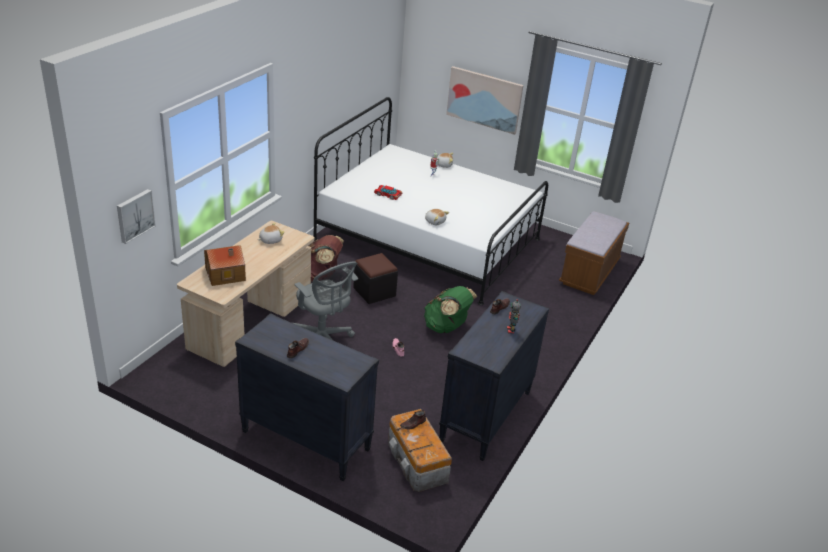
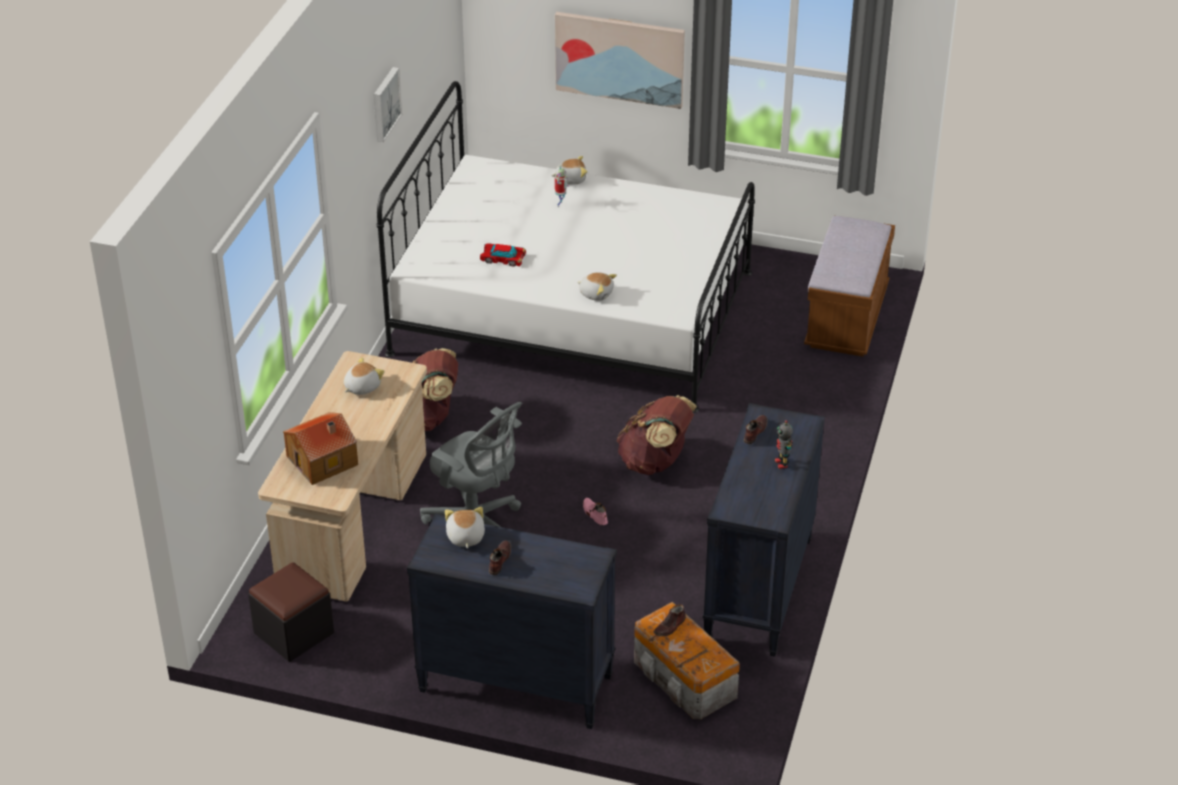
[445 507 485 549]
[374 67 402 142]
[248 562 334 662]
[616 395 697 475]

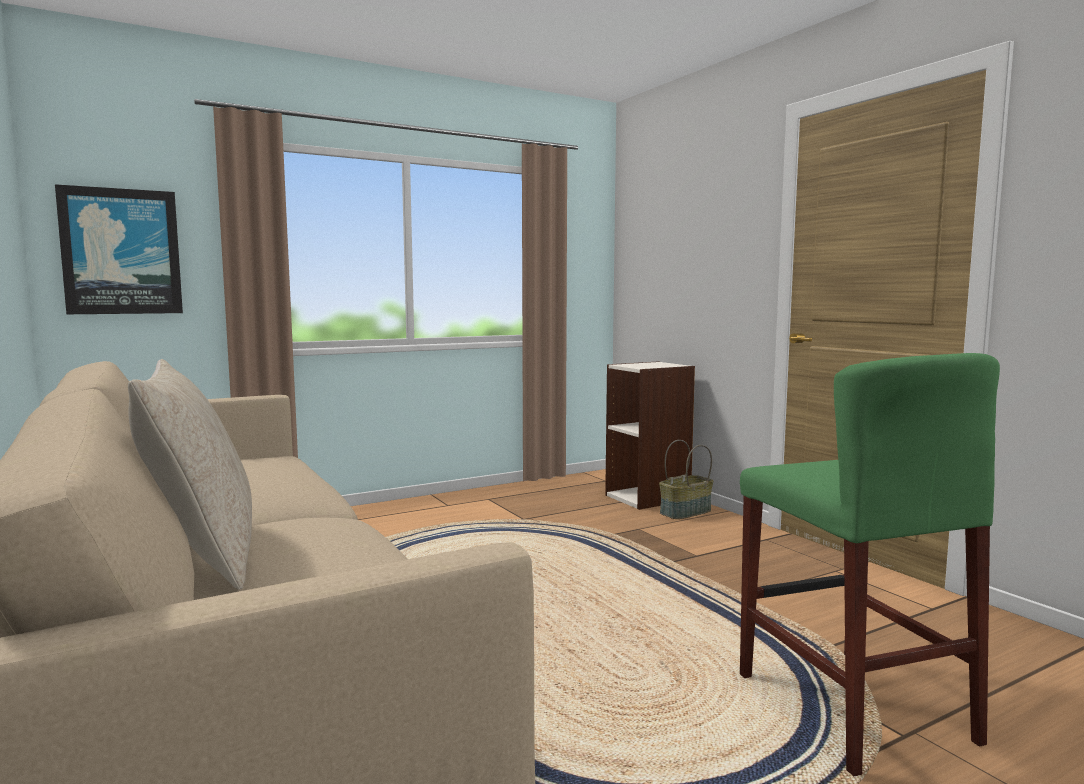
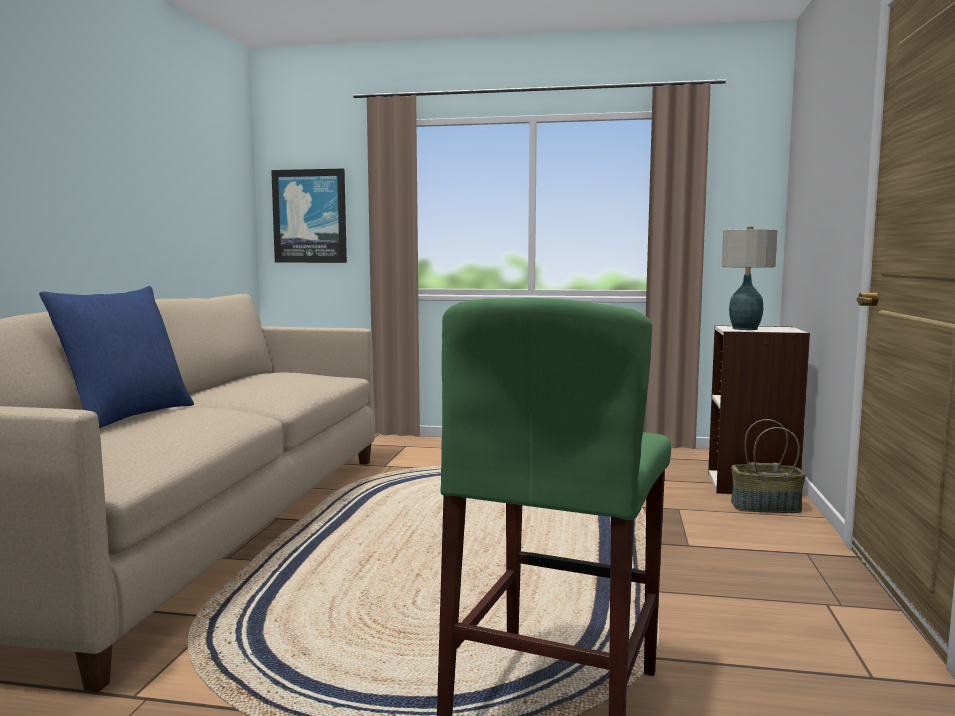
[722 226 777 330]
[39 286 194 429]

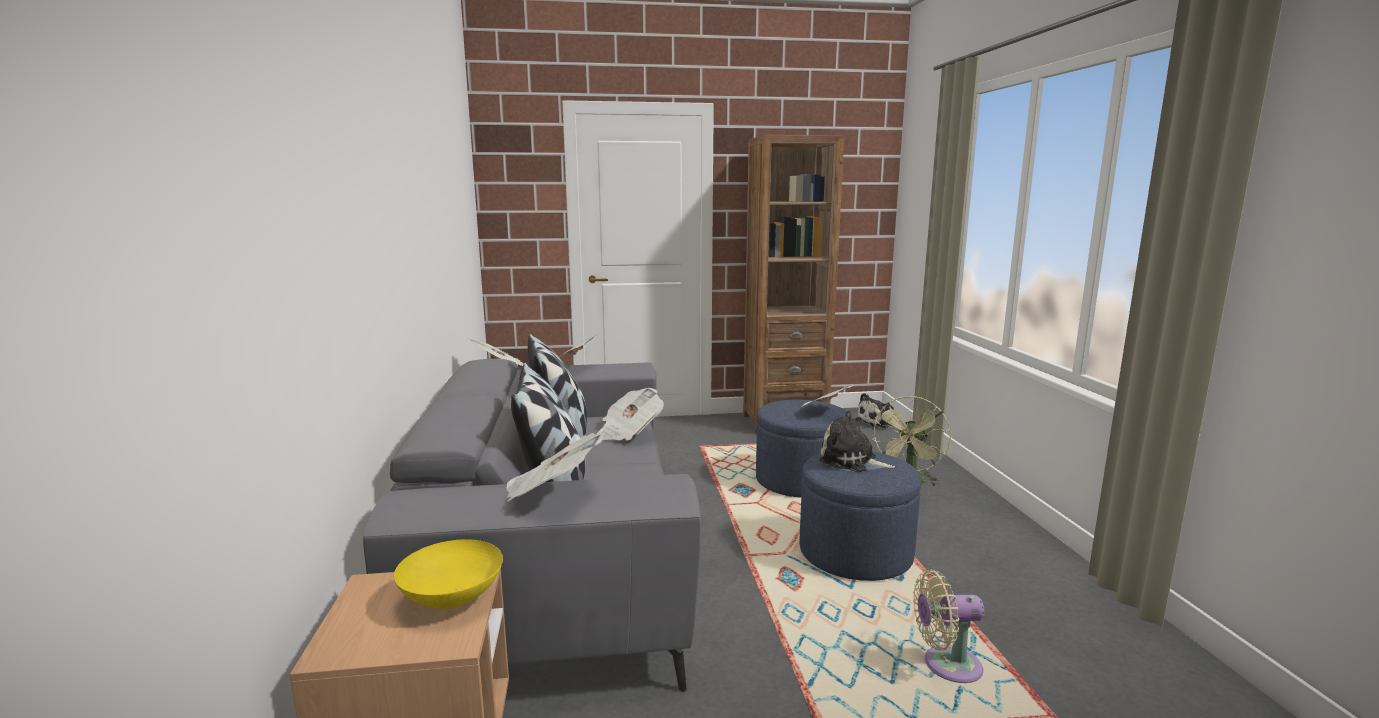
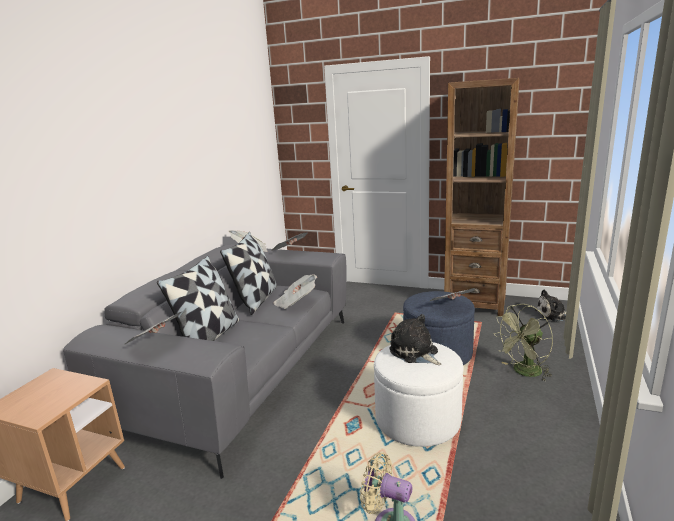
[394 539 503 609] (first image)
[374 342 463 447]

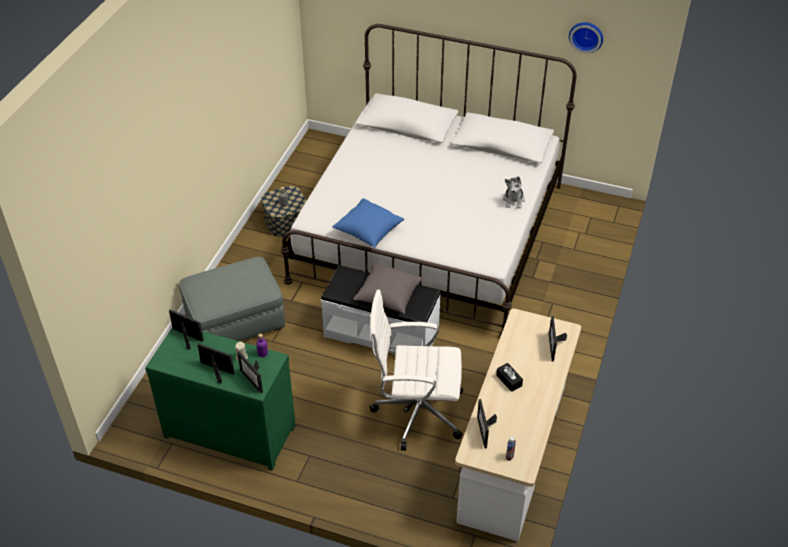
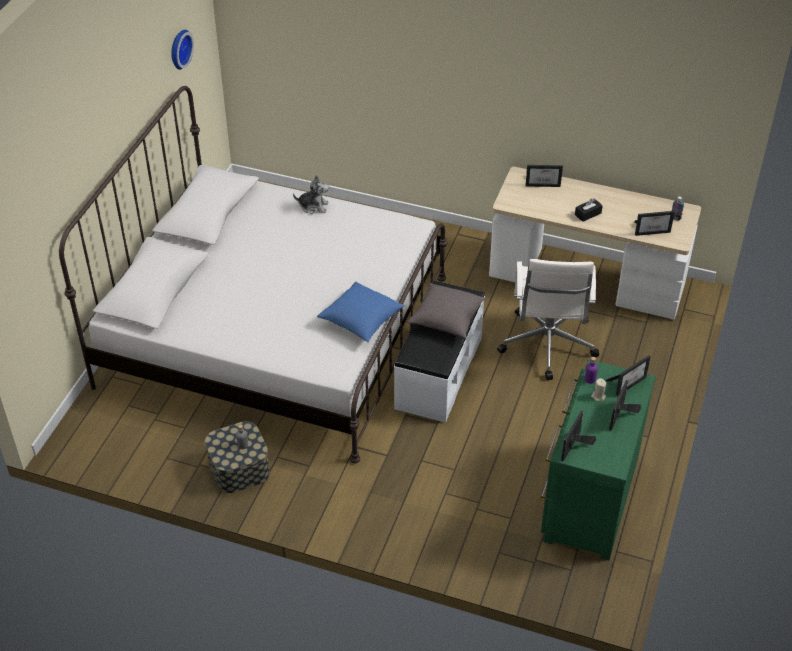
[179 257 285 341] (first image)

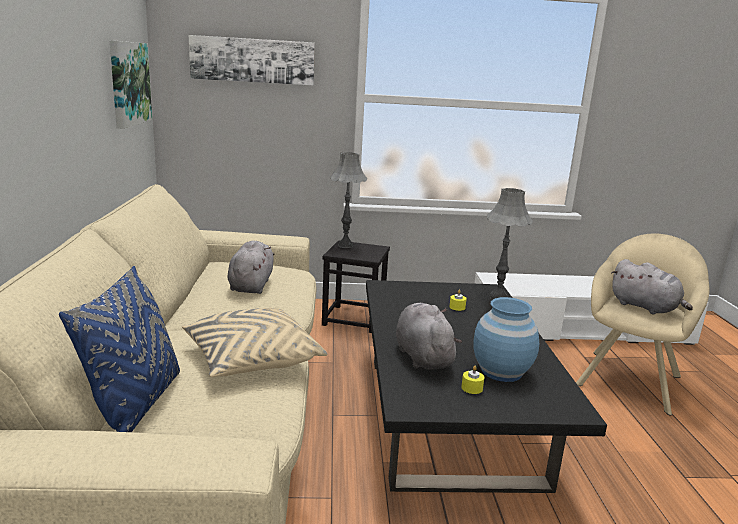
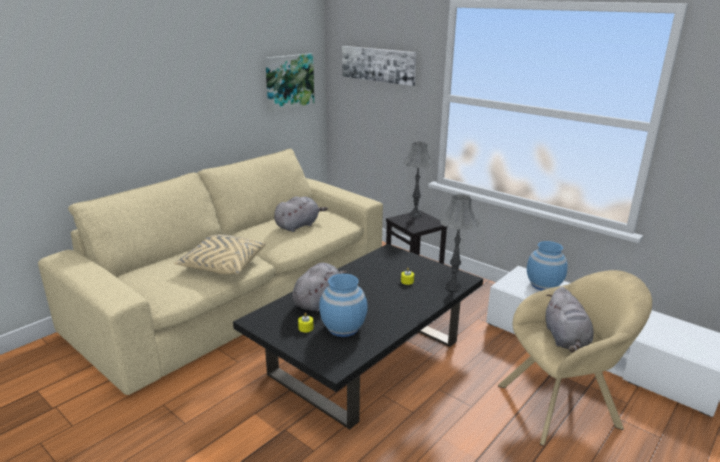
[59 266 180 432] (first image)
[527 241 568 291]

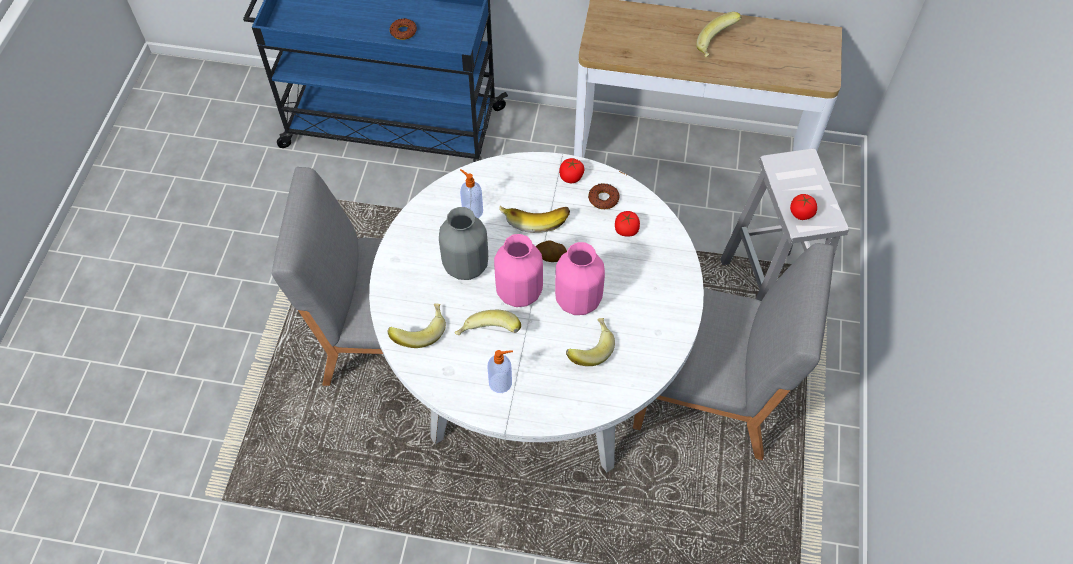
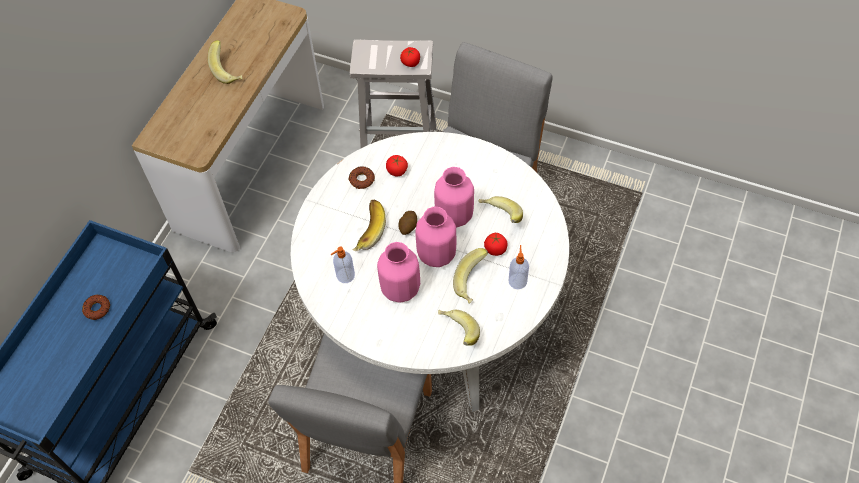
[484 233 508 256]
[377 242 420 303]

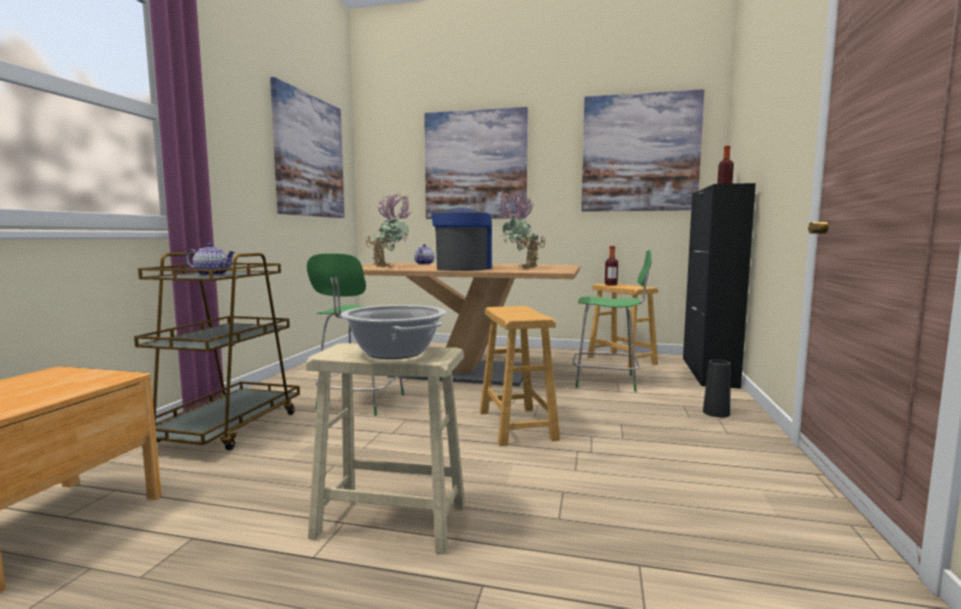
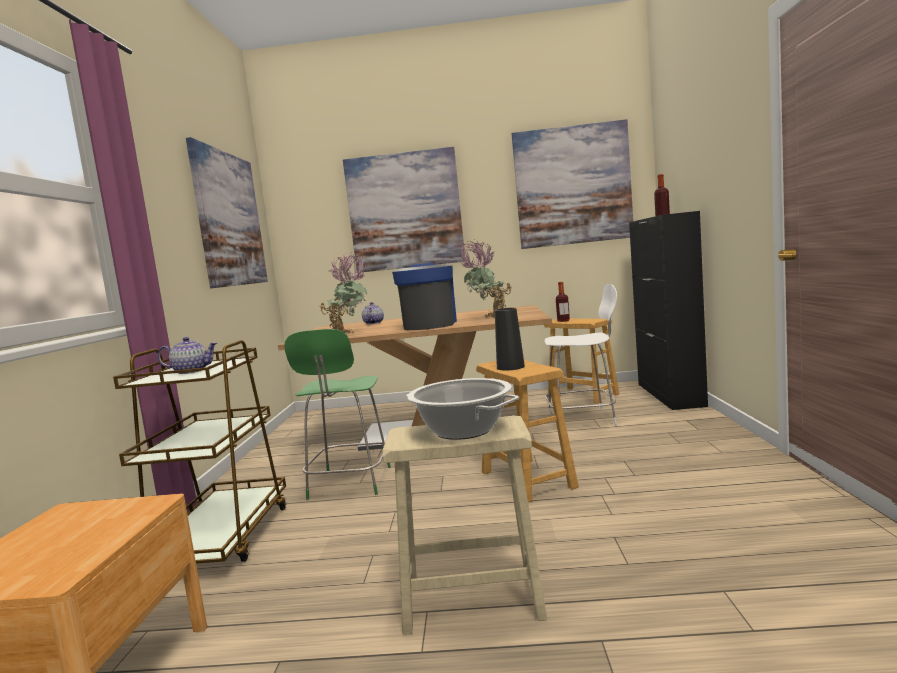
[495 308 525 371]
[545 284 617 431]

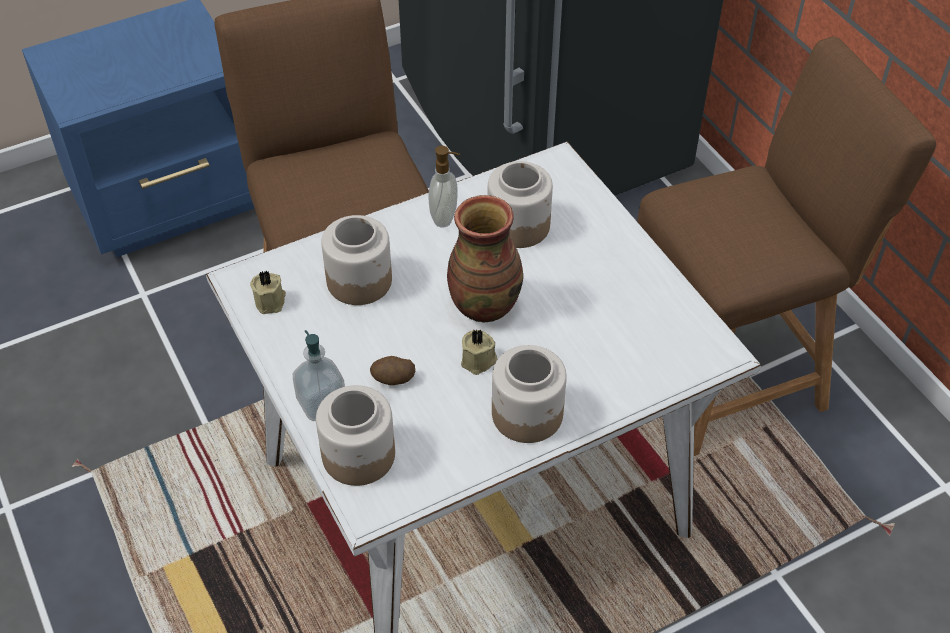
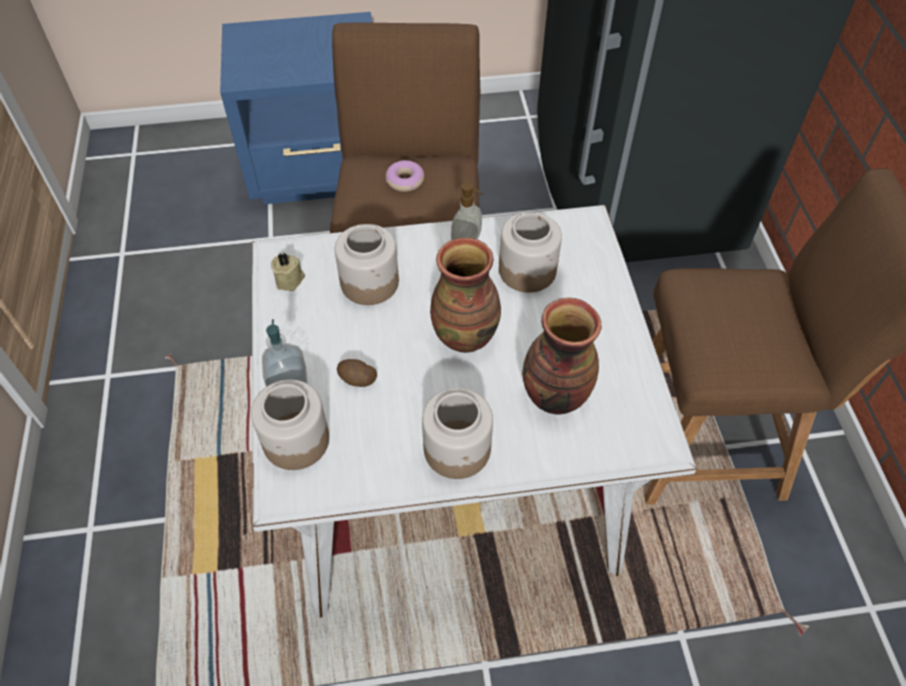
[461 329 497 375] (first image)
[386 160 424 192]
[522 298 602 415]

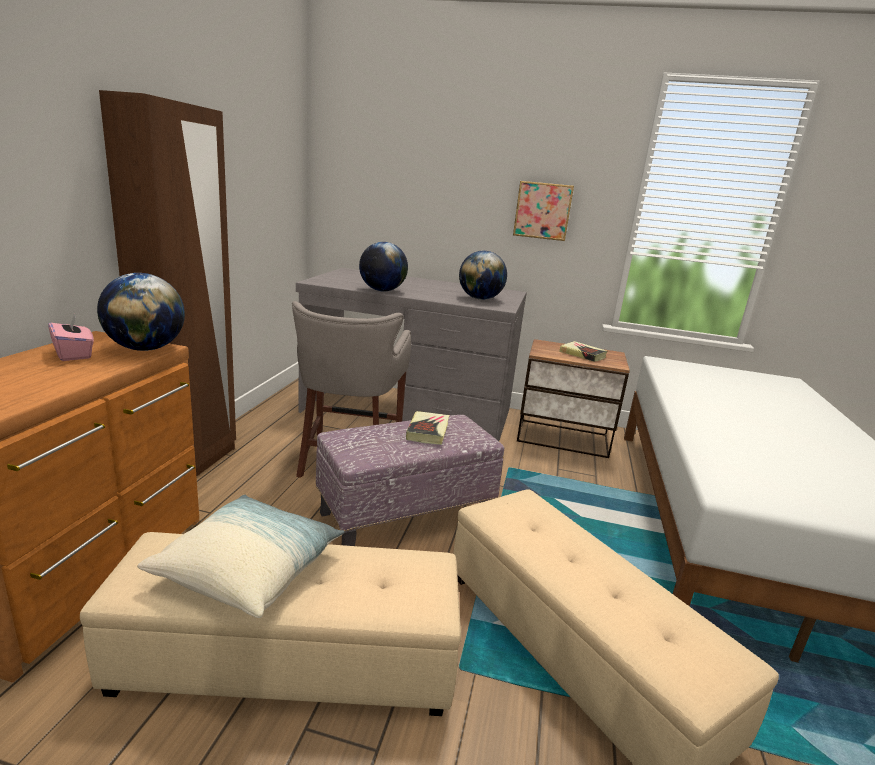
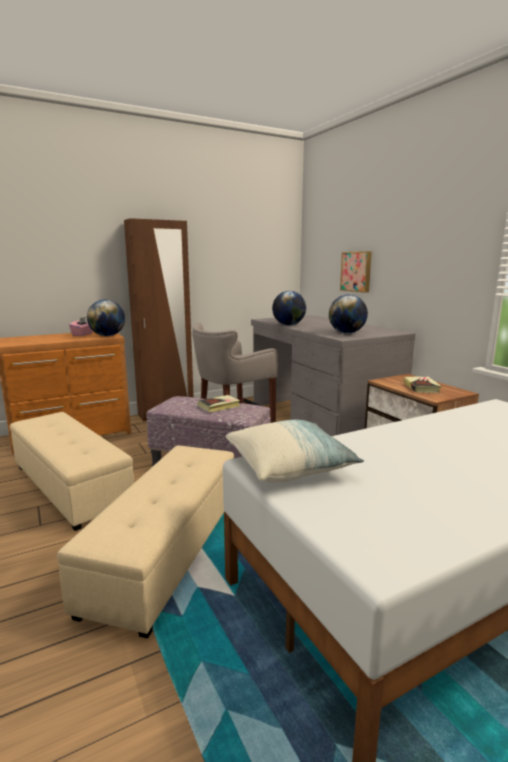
[226 420 364 483]
[340 251 372 293]

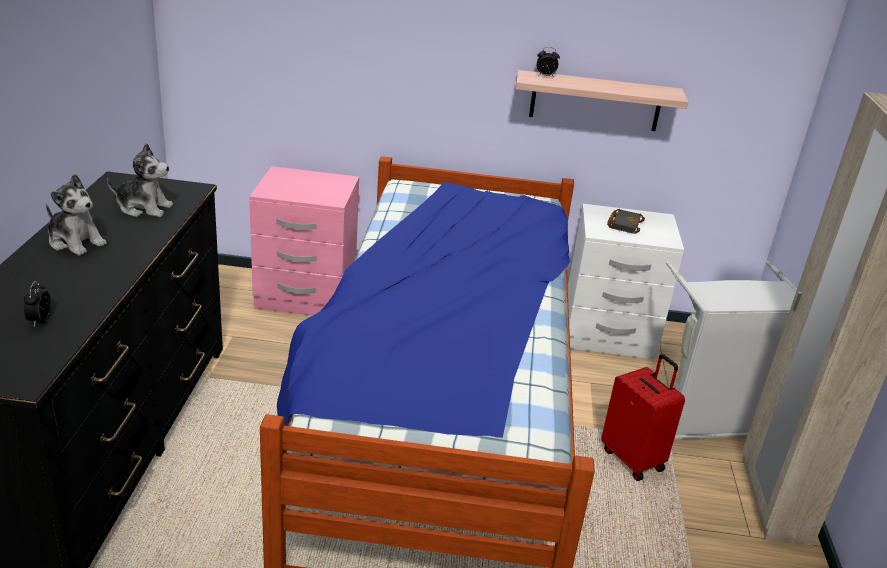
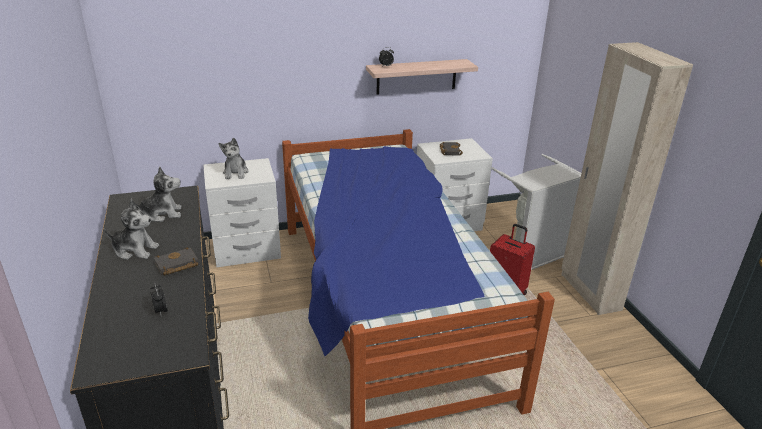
[154 247 199 276]
[219 138 249 179]
[203 158 281 267]

